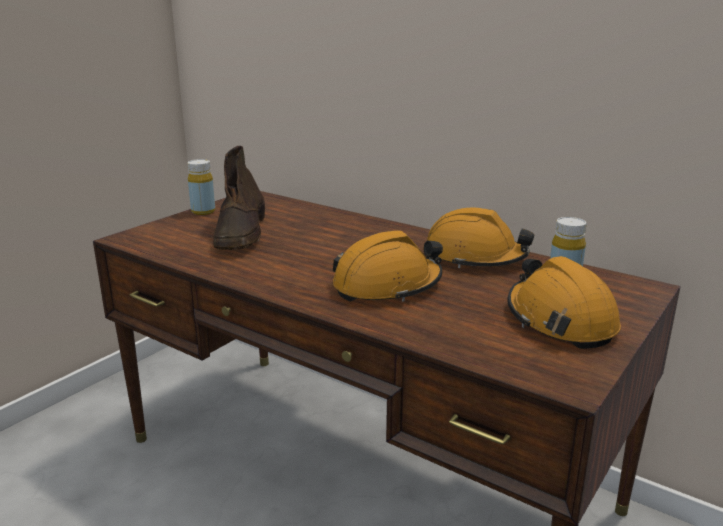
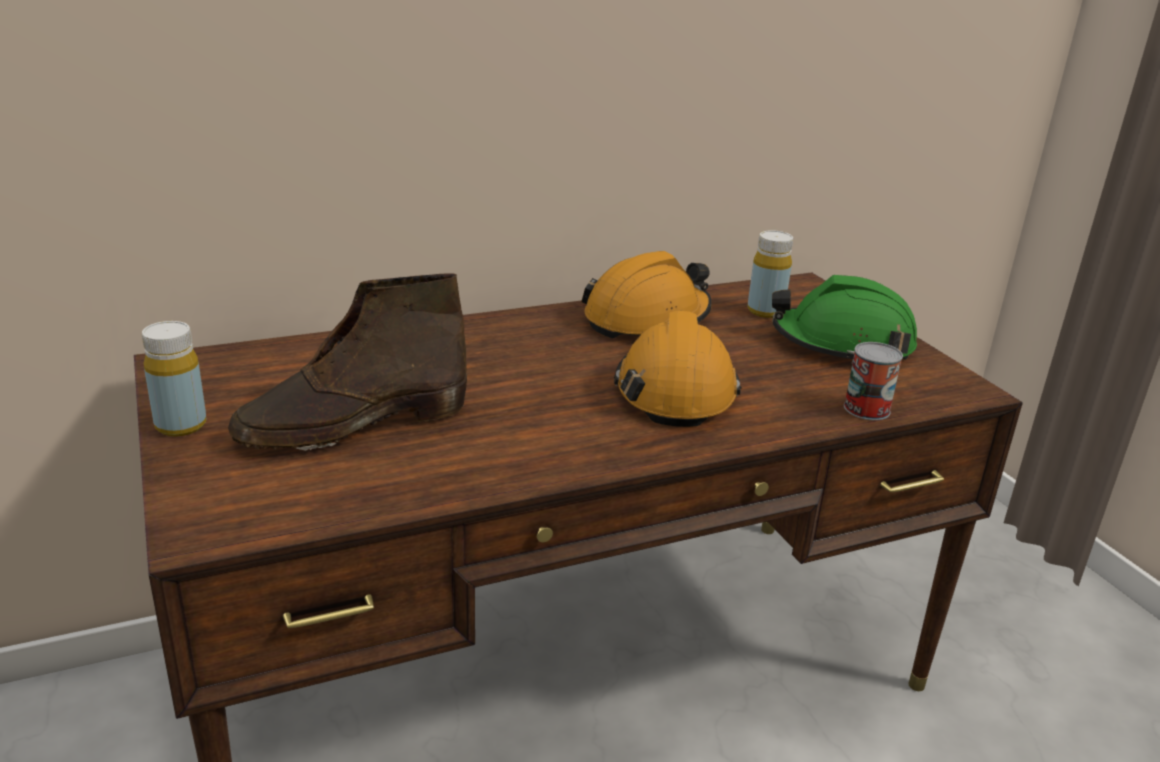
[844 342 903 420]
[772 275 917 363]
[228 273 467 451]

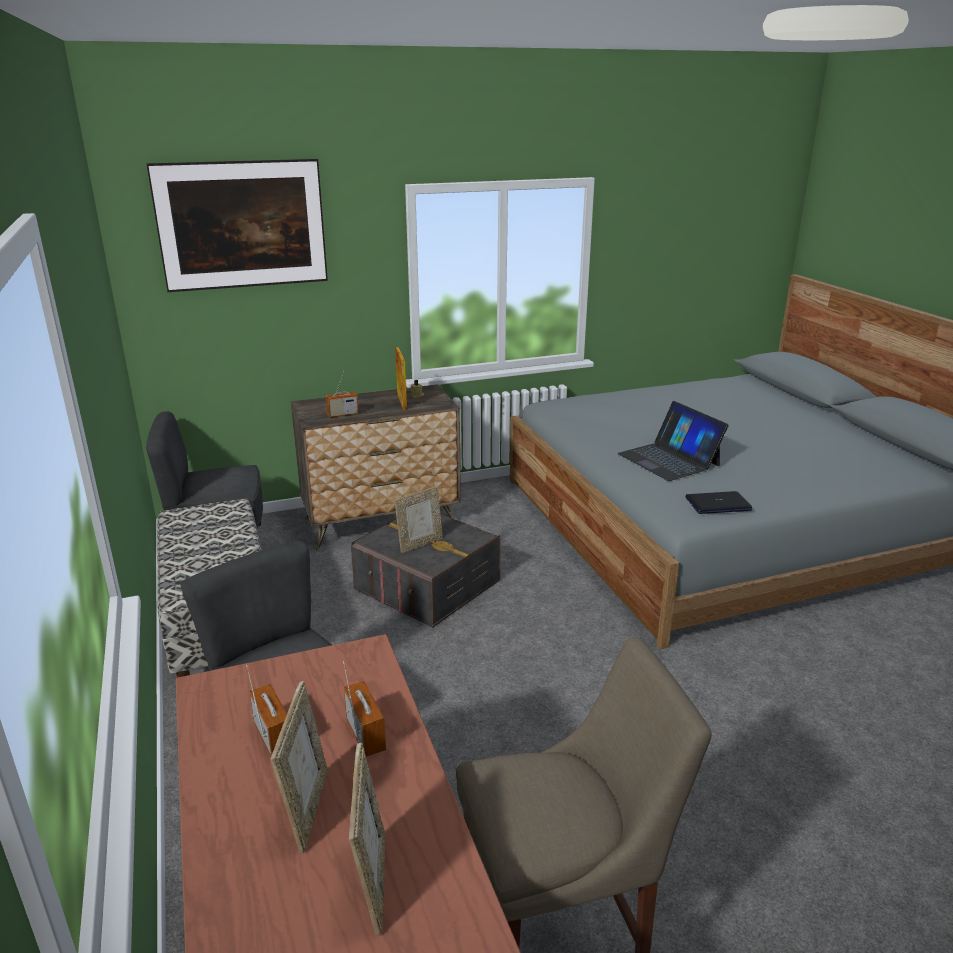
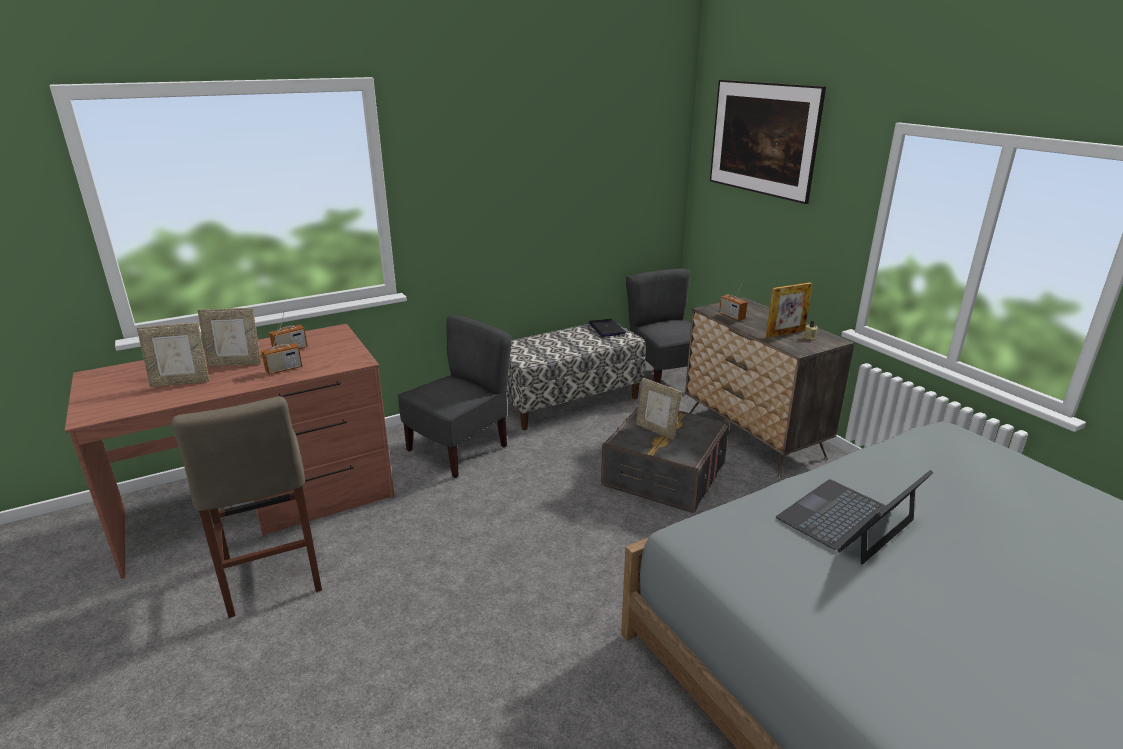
[589 319 627 337]

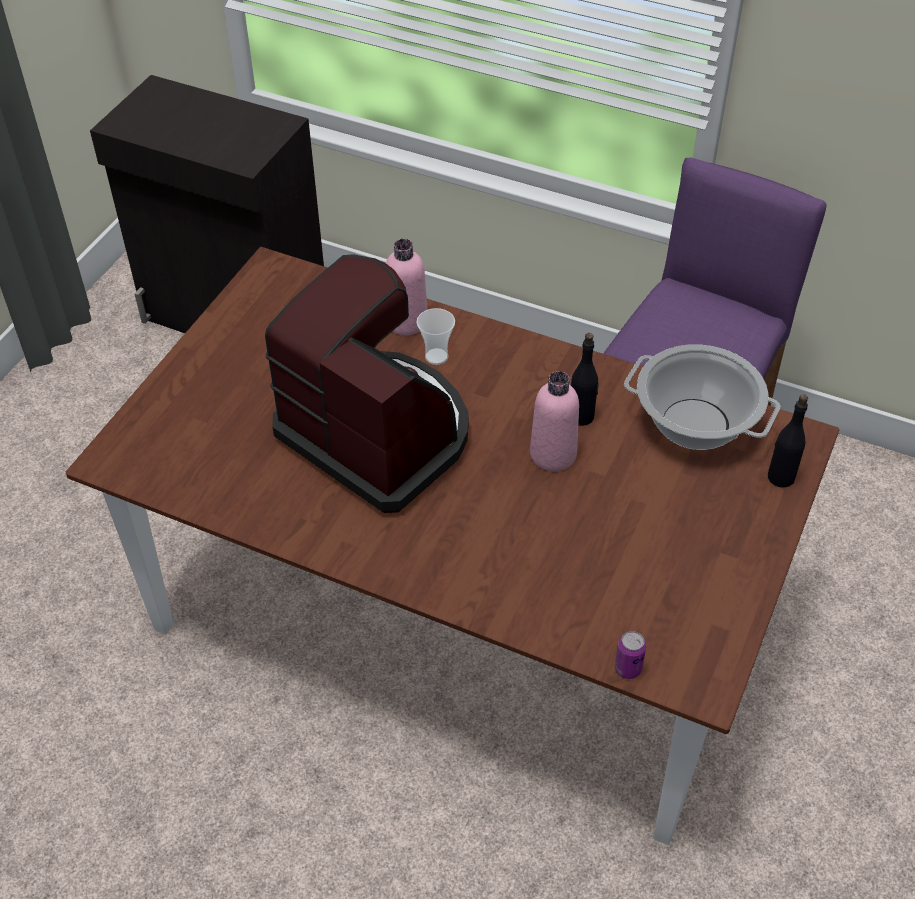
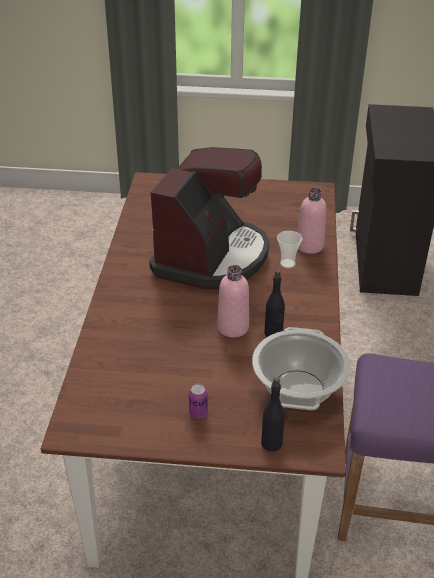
[189 384 208 419]

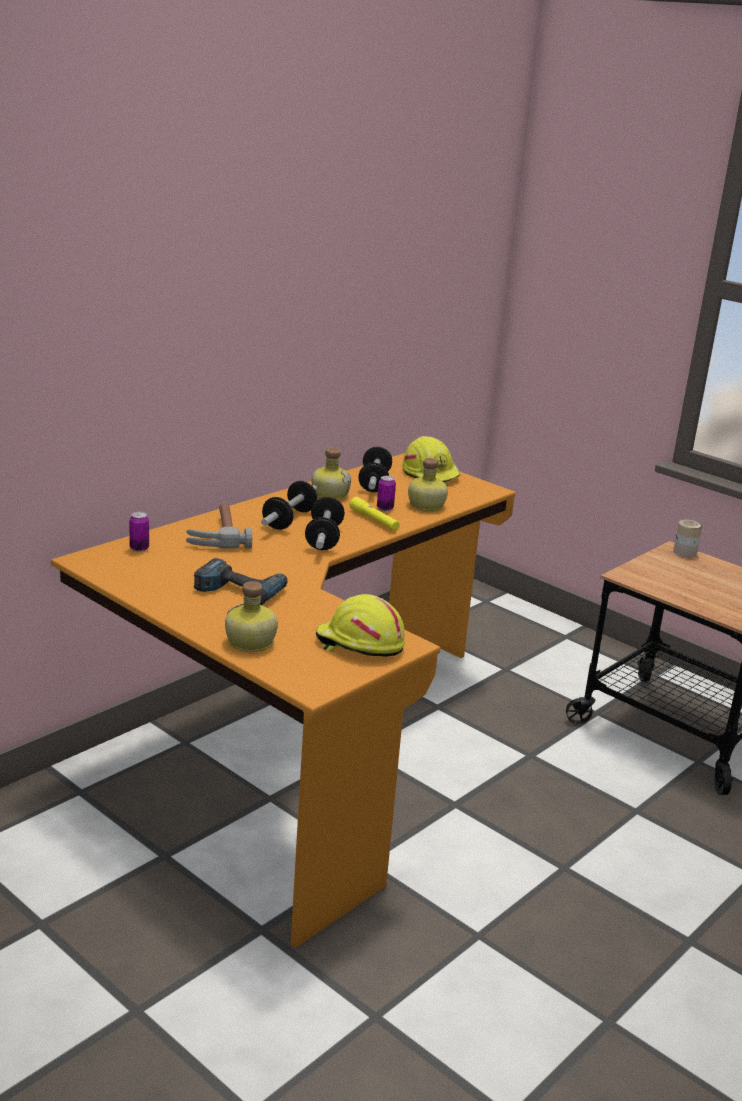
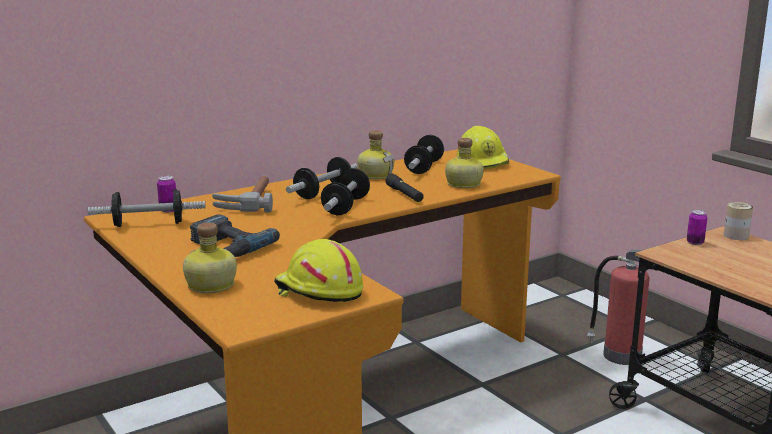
[88 189 206 227]
[587 250 650 365]
[687 210 707 245]
[385 174 424 202]

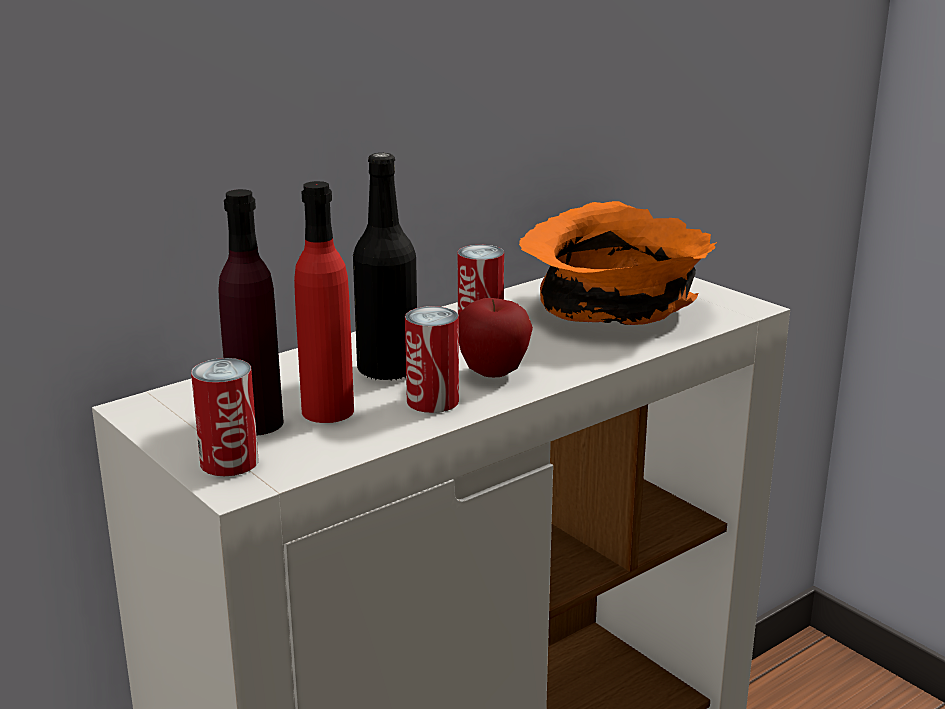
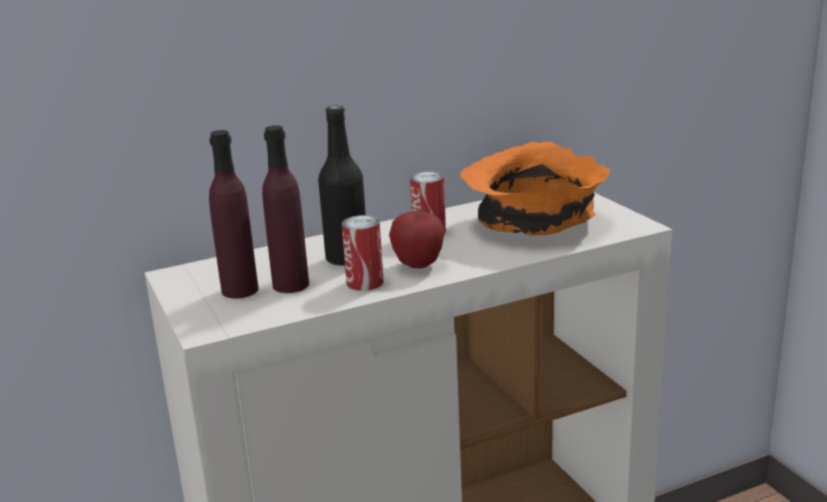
[191 358 258 476] (first image)
[262 125 309 293]

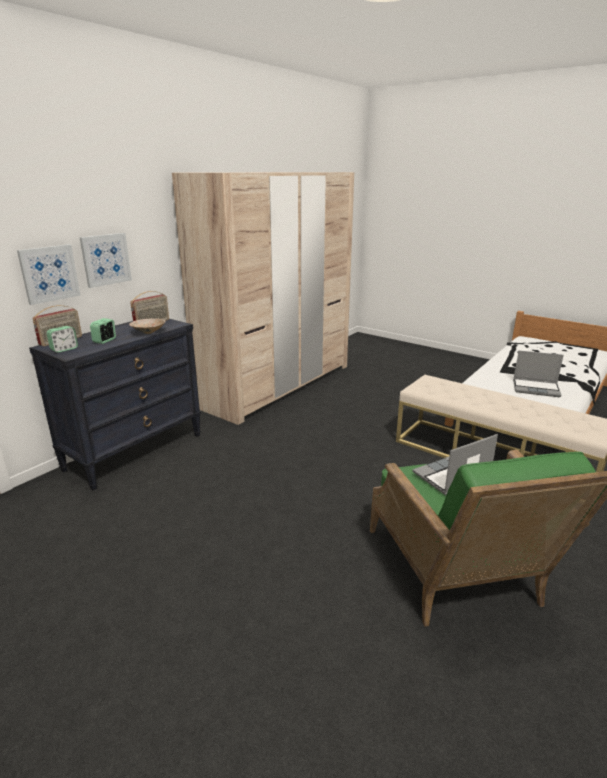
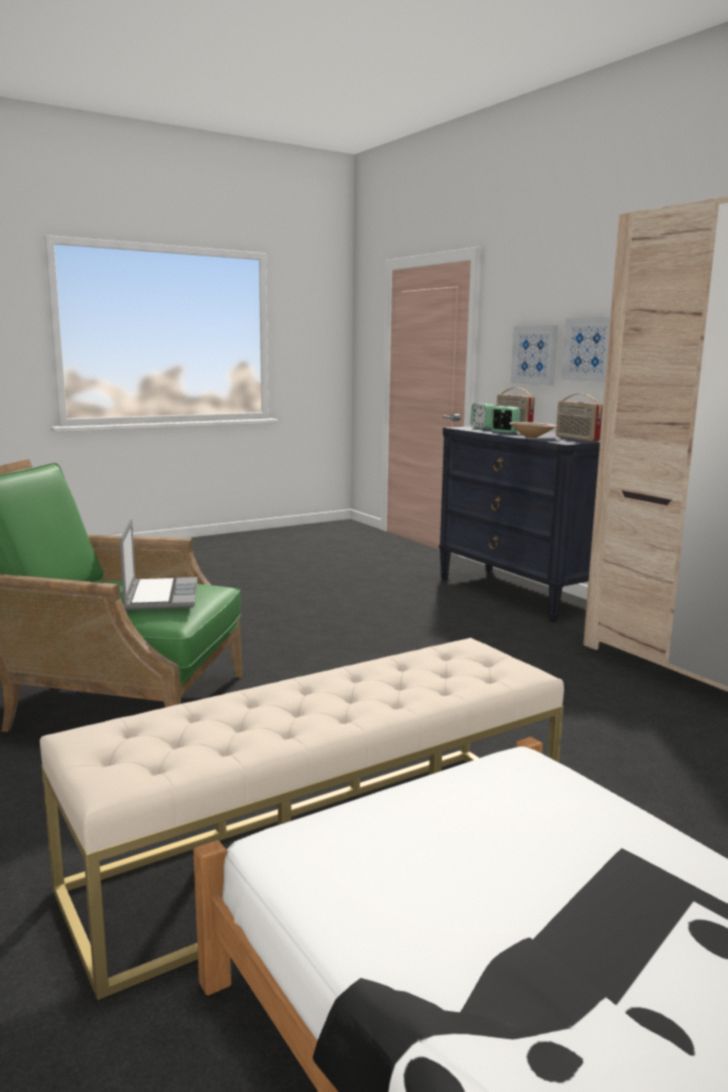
[513 351 564 397] (first image)

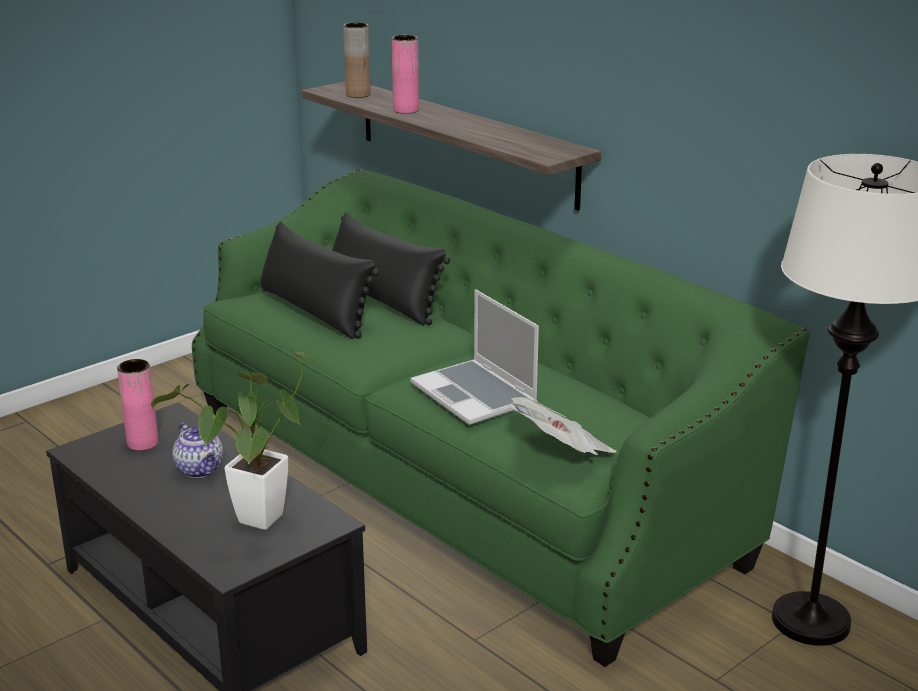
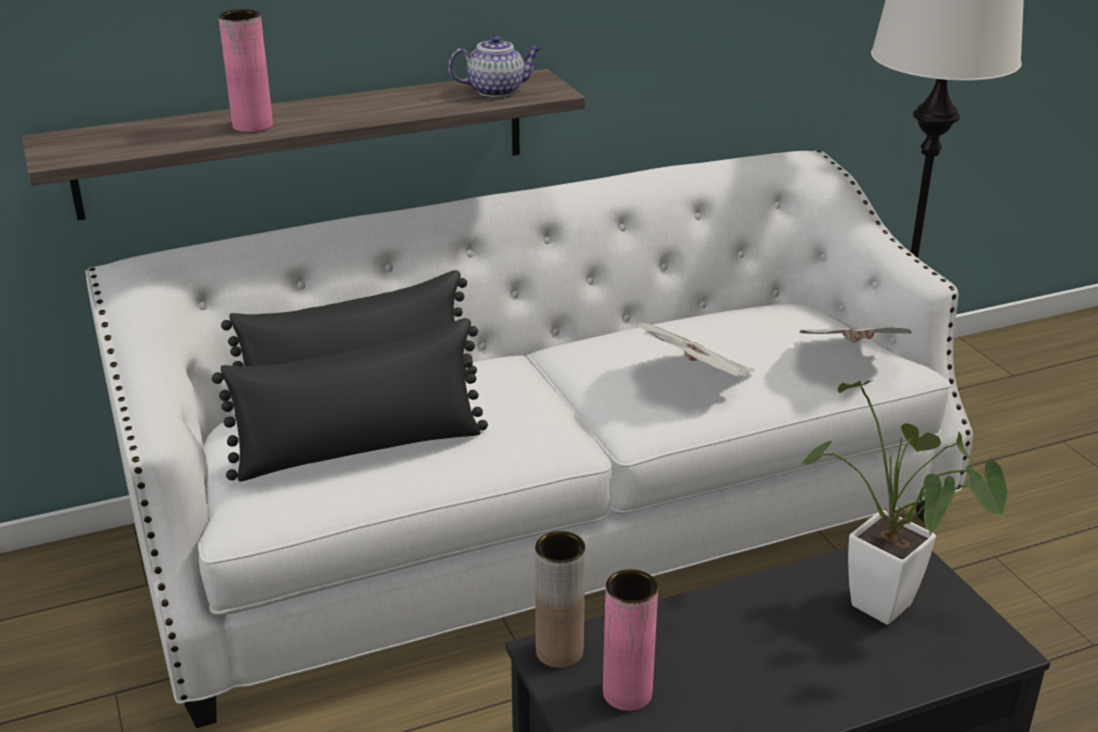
[448 35 542 97]
[535 531 585 668]
[636 323 756 377]
[85 150 973 728]

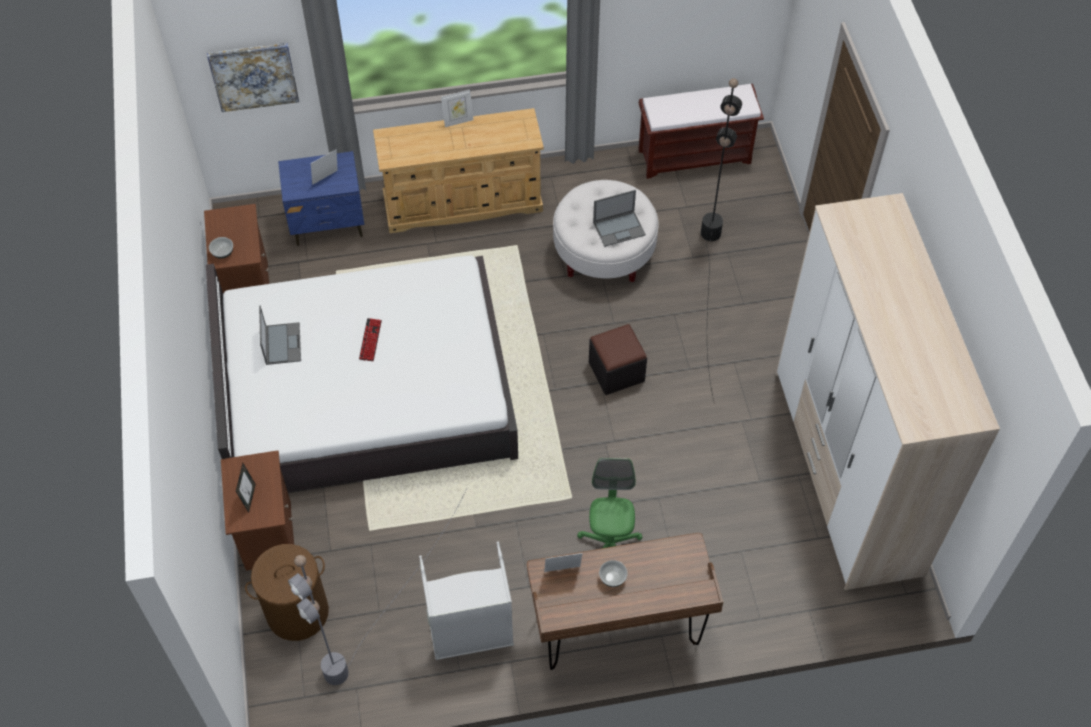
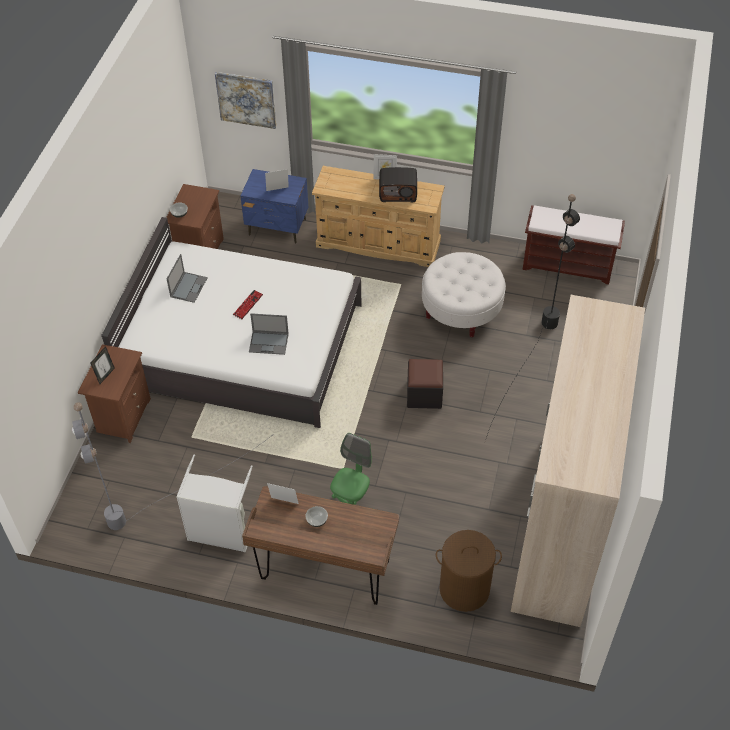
[379 167 417 202]
[436 530 502 612]
[249 313 289 355]

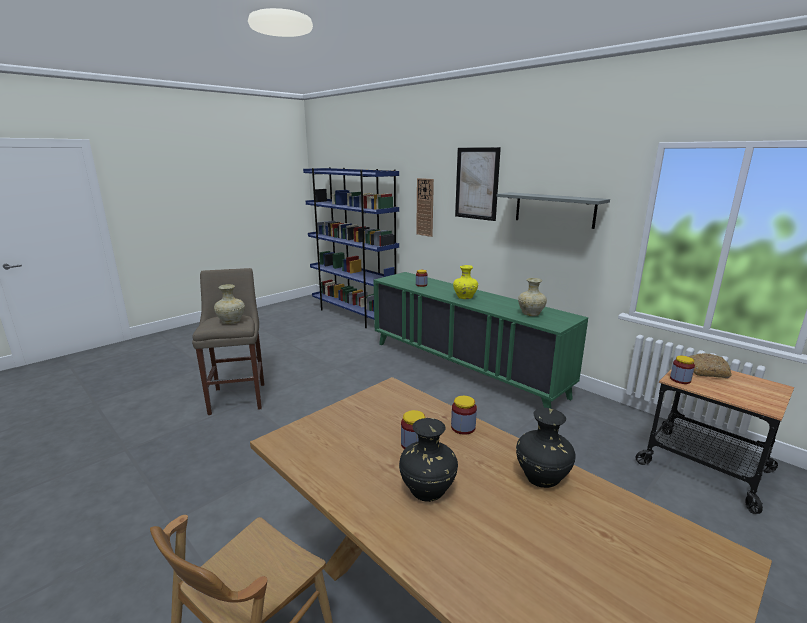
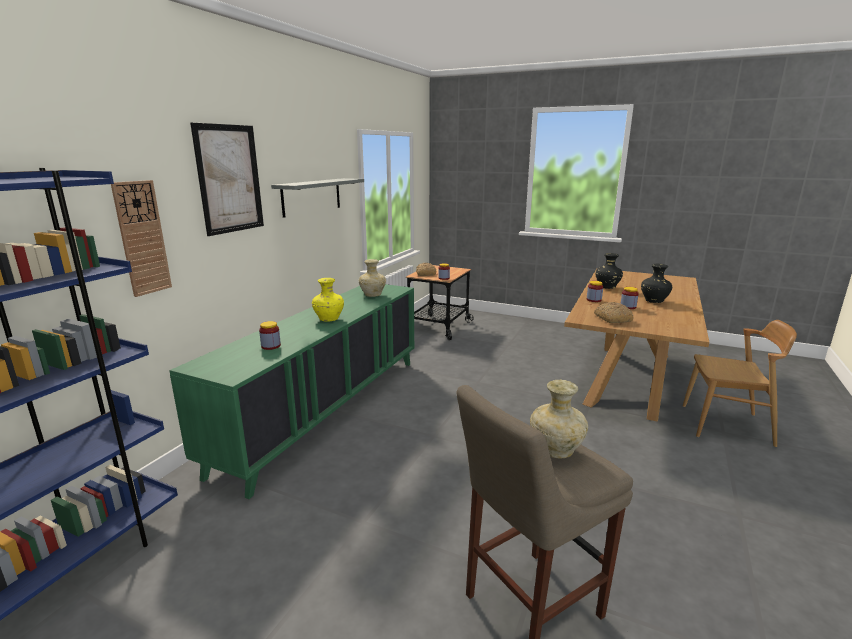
[594 302 634 323]

